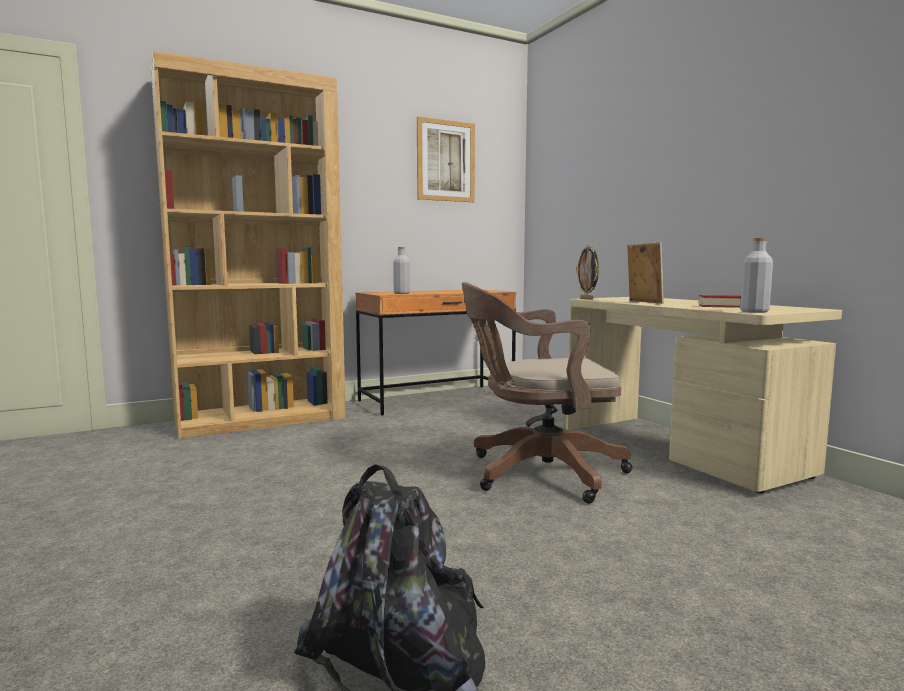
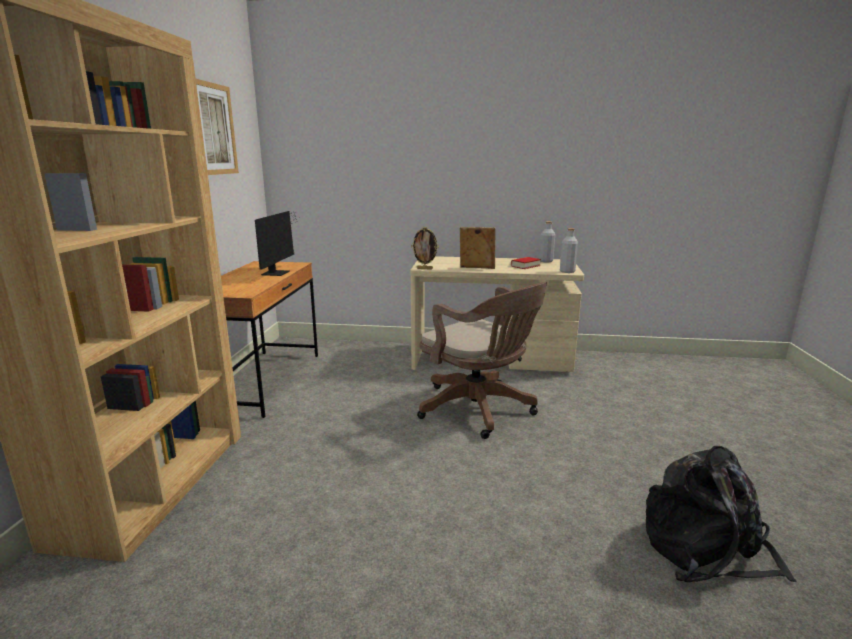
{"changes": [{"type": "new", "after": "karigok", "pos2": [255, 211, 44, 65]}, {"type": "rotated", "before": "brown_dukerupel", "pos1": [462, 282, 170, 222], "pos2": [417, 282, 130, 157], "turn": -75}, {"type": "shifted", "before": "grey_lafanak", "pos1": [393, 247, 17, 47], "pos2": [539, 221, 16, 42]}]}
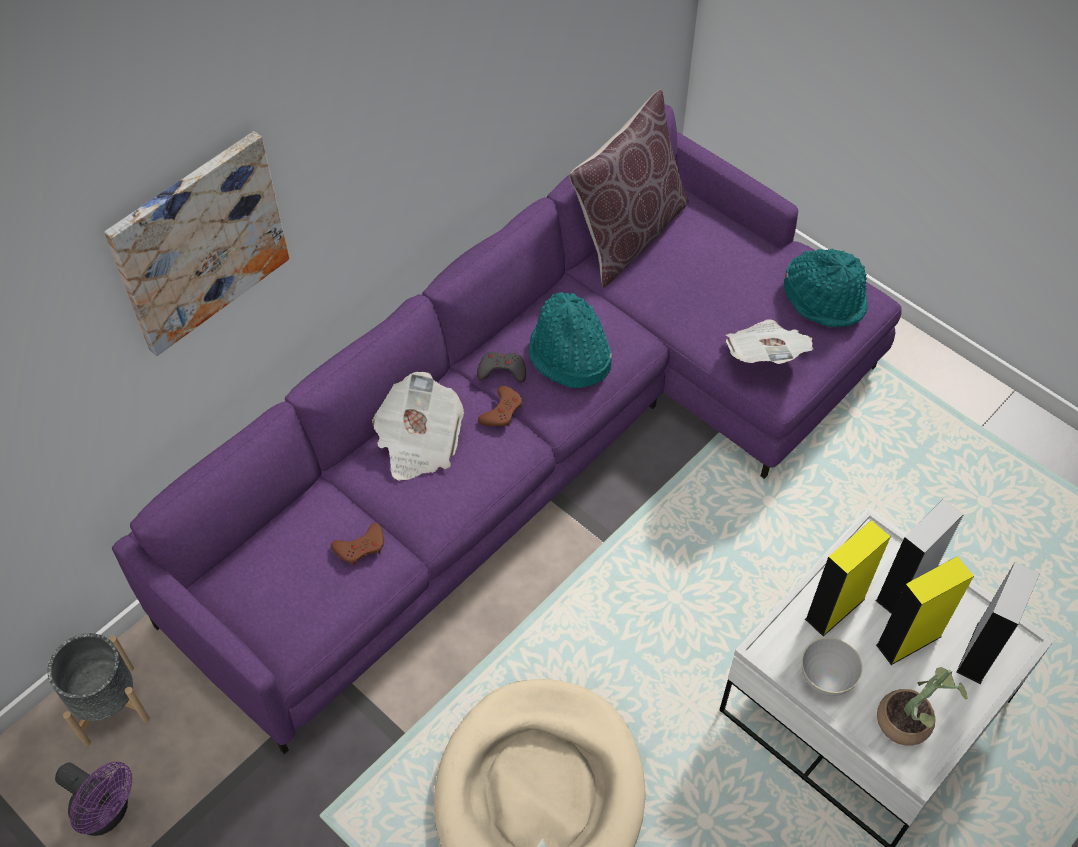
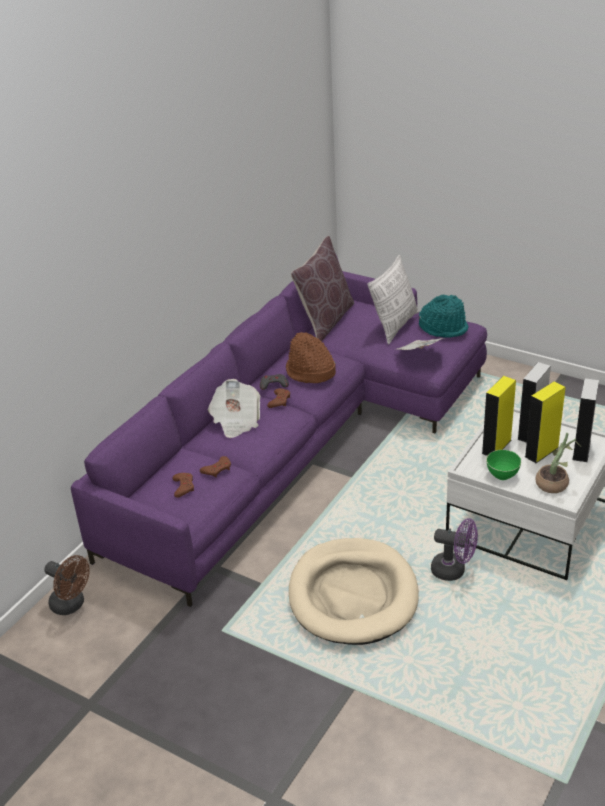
{"changes": [{"type": "swapped", "before": "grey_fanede", "after": "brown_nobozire", "pos1": [47, 633, 103, 113], "pos2": [44, 555, 46, 60]}, {"type": "new", "after": "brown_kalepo", "pos2": [173, 473, 21, 25]}, {"type": "repainted", "before": "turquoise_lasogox", "after": "brown_lasogox", "pos1": [529, 292, 83, 96], "pos2": [286, 332, 50, 51]}, {"type": "new", "after": "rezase", "pos2": [367, 255, 52, 90]}, {"type": "shifted", "before": "purple_nobozire", "pos1": [55, 761, 77, 75], "pos2": [431, 518, 47, 63]}, {"type": "repainted", "before": "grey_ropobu", "after": "green_ropobu", "pos1": [802, 637, 60, 59], "pos2": [486, 450, 35, 30]}, {"type": "gone", "before": "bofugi", "pos1": [104, 131, 185, 225]}]}
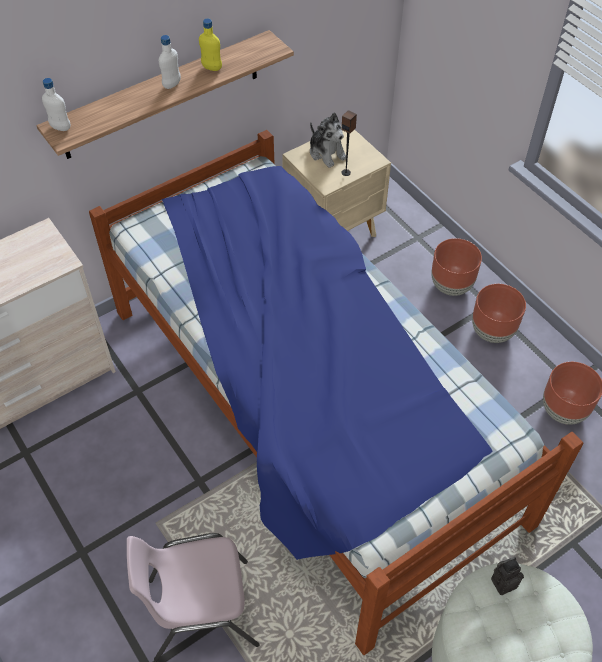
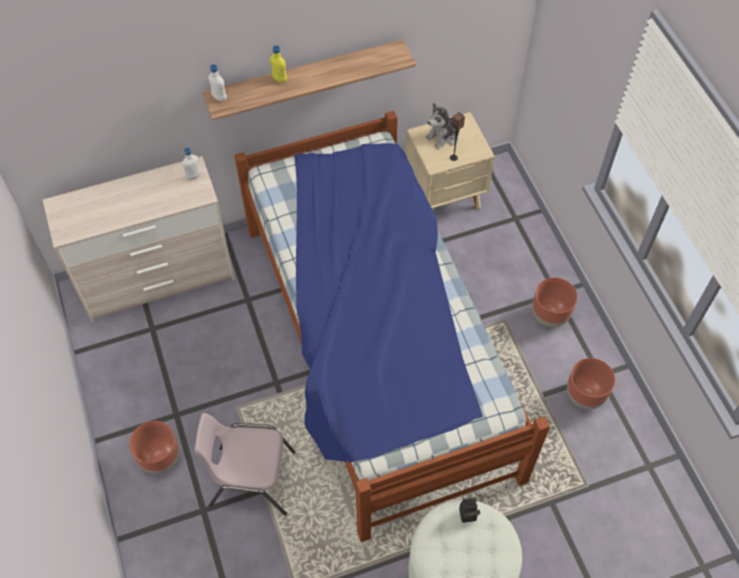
{"changes": [{"type": "shifted", "before": "brown_fanede", "pos1": [431, 238, 51, 58], "pos2": [129, 421, 50, 53]}, {"type": "shifted", "before": "white_lafanak", "pos1": [159, 35, 22, 54], "pos2": [182, 148, 19, 32]}, {"type": "shifted", "before": "yellow_lafanak", "pos1": [199, 18, 23, 53], "pos2": [270, 45, 17, 38]}, {"type": "rotated", "before": "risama", "pos1": [310, 112, 36, 56], "pos2": [425, 103, 38, 47], "turn": 75}]}
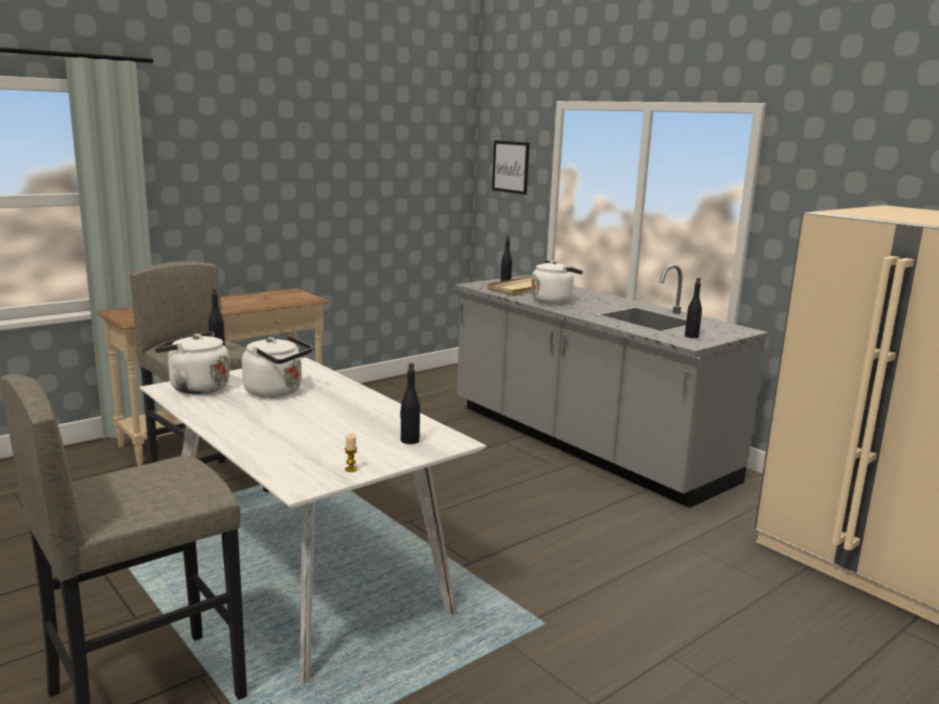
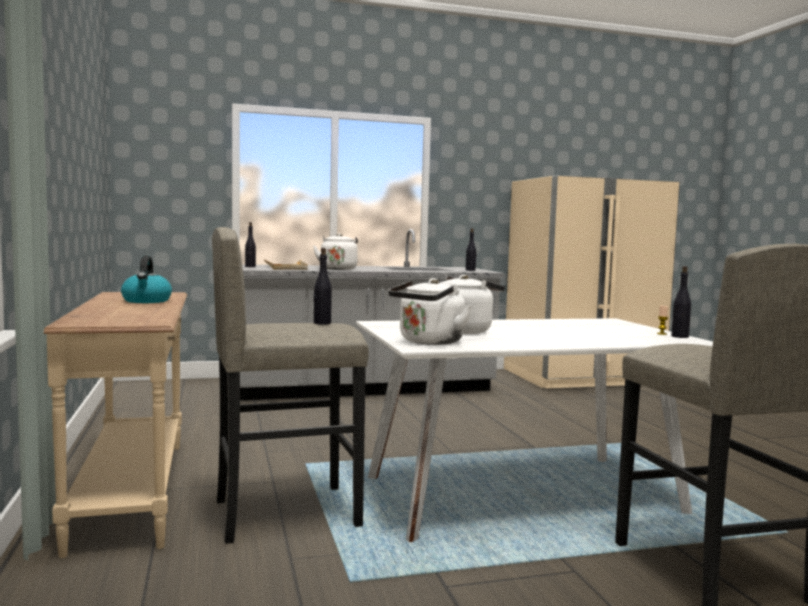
{"changes": [{"type": "new", "after": "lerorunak", "pos2": [121, 256, 51, 47]}, {"type": "shifted", "before": "black_lafanak", "pos1": [400, 363, 20, 81], "pos2": [671, 266, 20, 72]}, {"type": "gone", "before": "bofugi", "pos1": [492, 140, 38, 55]}]}
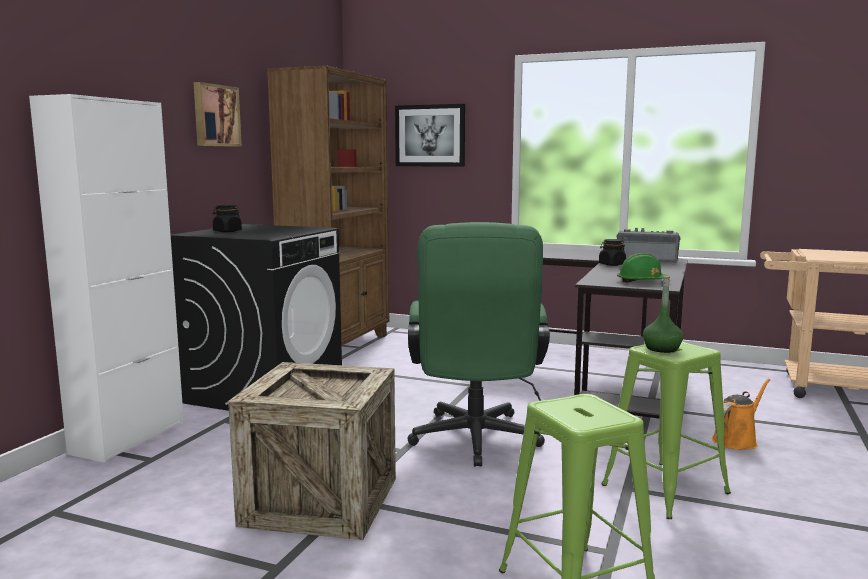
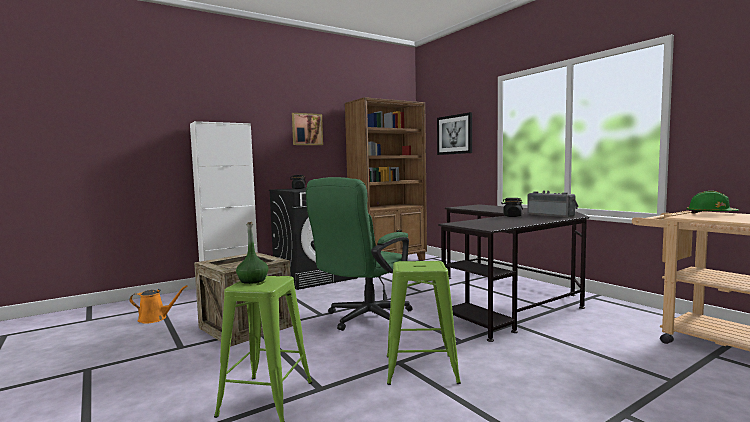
{"changes": [{"type": "shifted", "before": "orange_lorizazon", "pos1": [712, 379, 58, 71], "pos2": [129, 285, 58, 39]}, {"type": "shifted", "before": "green_lafanak", "pos1": [643, 276, 40, 77], "pos2": [236, 222, 32, 62]}, {"type": "shifted", "before": "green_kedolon", "pos1": [617, 253, 52, 30], "pos2": [687, 191, 52, 23]}]}
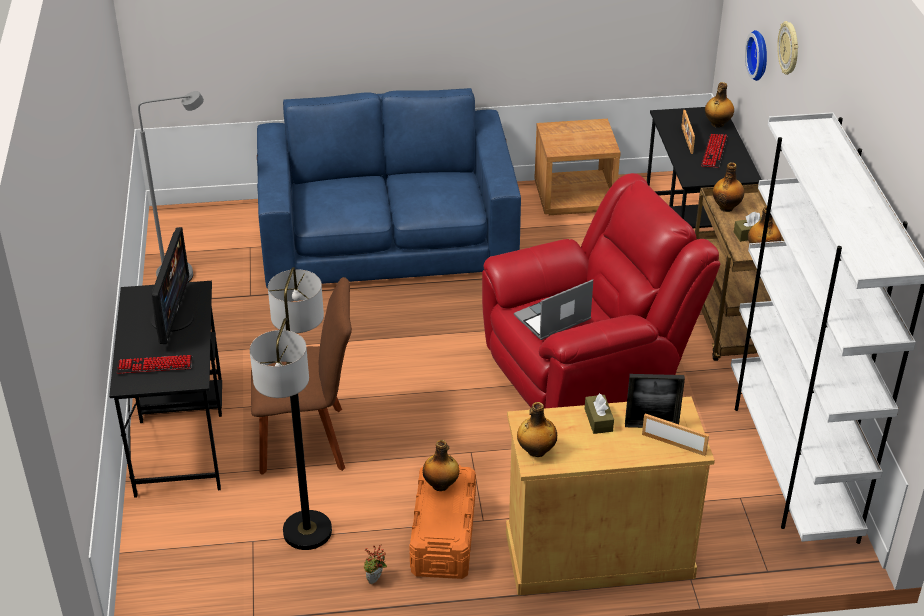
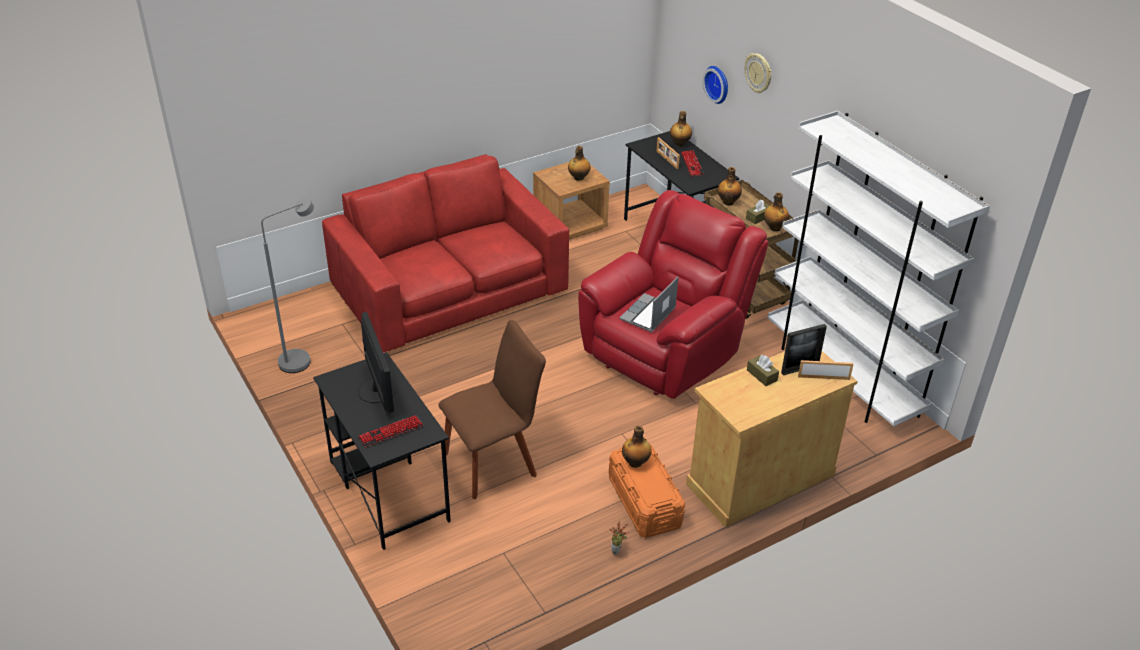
{"changes": [{"type": "repainted", "before": "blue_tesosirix", "after": "red_tesosirix", "pos1": [257, 88, 264, 200], "pos2": [322, 154, 247, 199]}, {"type": "shifted", "before": "lafanak", "pos1": [517, 402, 40, 55], "pos2": [568, 146, 23, 35]}, {"type": "gone", "before": "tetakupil", "pos1": [250, 267, 82, 283]}]}
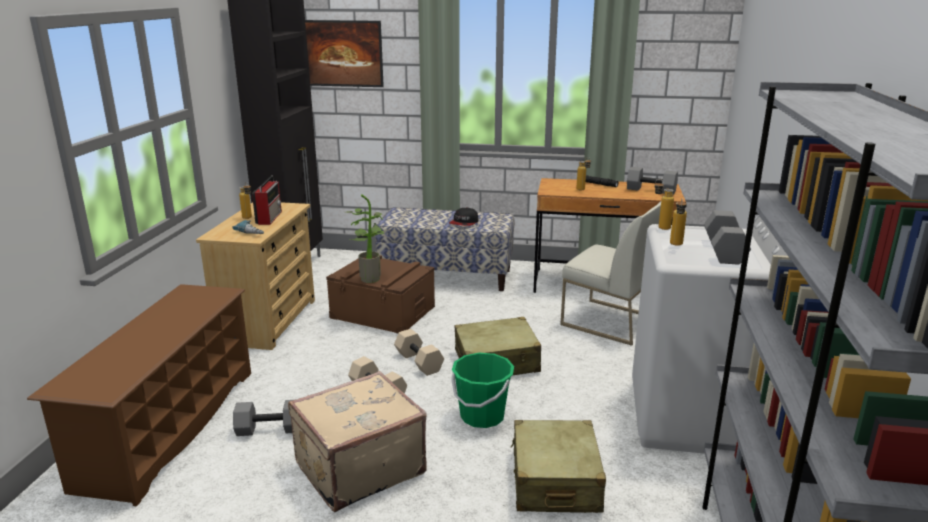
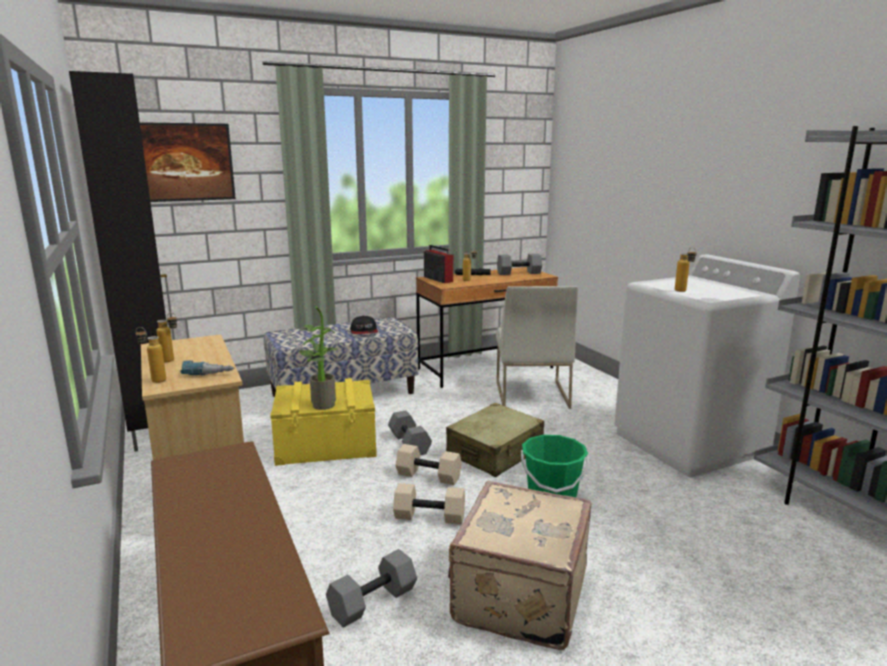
{"changes": [{"type": "shifted", "before": "lafanak", "pos1": [655, 179, 19, 51], "pos2": [136, 327, 30, 56]}, {"type": "repainted", "before": "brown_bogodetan", "after": "yellow_bogodetan", "pos1": [326, 255, 109, 78], "pos2": [270, 378, 107, 88]}, {"type": "shifted", "before": "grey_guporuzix", "pos1": [704, 210, 47, 55], "pos2": [388, 410, 44, 45]}, {"type": "shifted", "before": "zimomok", "pos1": [252, 176, 30, 49], "pos2": [424, 245, 29, 38]}, {"type": "rotated", "before": "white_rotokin", "pos1": [560, 201, 101, 145], "pos2": [496, 286, 82, 123], "turn": 90}, {"type": "gone", "before": "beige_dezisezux", "pos1": [511, 420, 95, 93]}]}
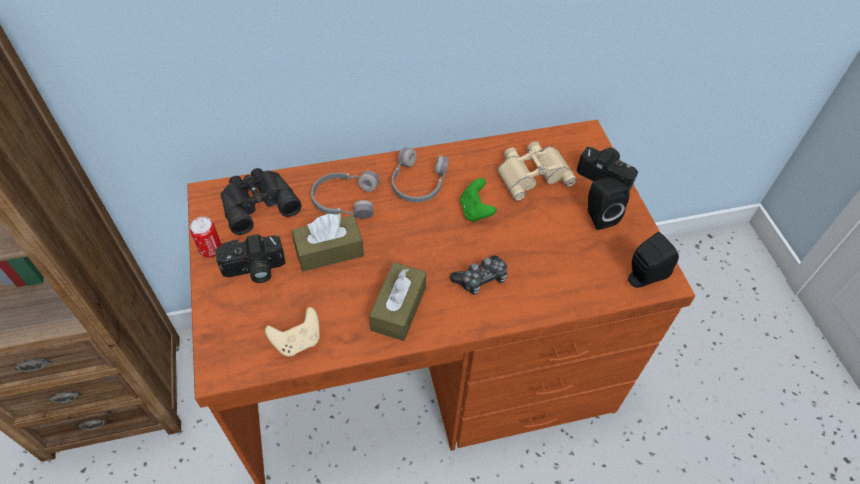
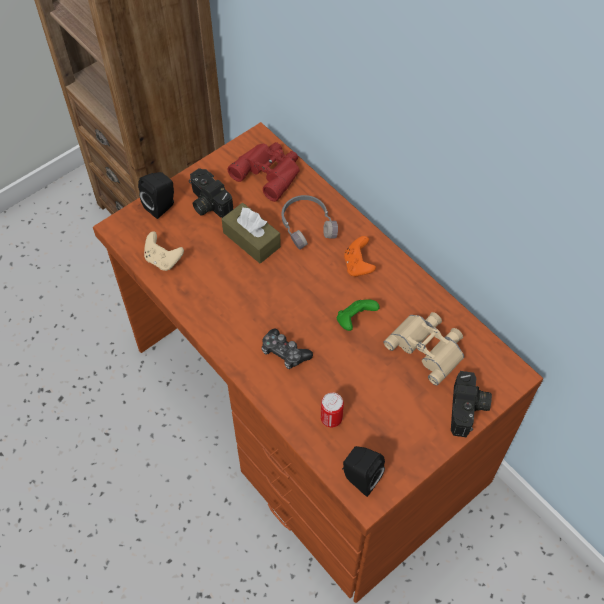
{"changes": [{"type": "shifted", "before": "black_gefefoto", "pos1": [587, 177, 43, 53], "pos2": [138, 172, 36, 47]}, {"type": "repainted", "before": "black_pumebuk", "after": "red_pumebuk", "pos1": [221, 168, 81, 67], "pos2": [228, 142, 72, 60]}, {"type": "shifted", "before": "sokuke", "pos1": [190, 217, 32, 40], "pos2": [321, 392, 23, 35]}, {"type": "swapped", "before": "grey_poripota", "after": "orange_kalepo", "pos1": [392, 147, 57, 55], "pos2": [344, 236, 32, 41]}, {"type": "gone", "before": "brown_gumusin", "pos1": [369, 262, 58, 79]}]}
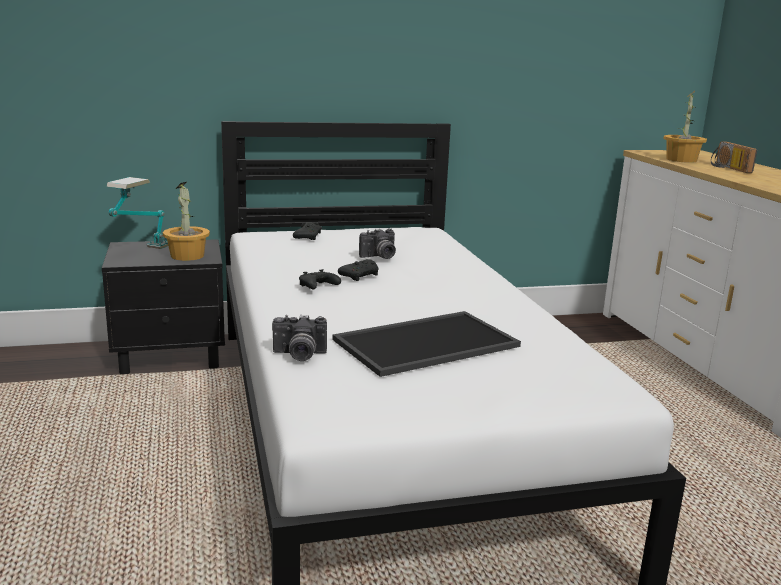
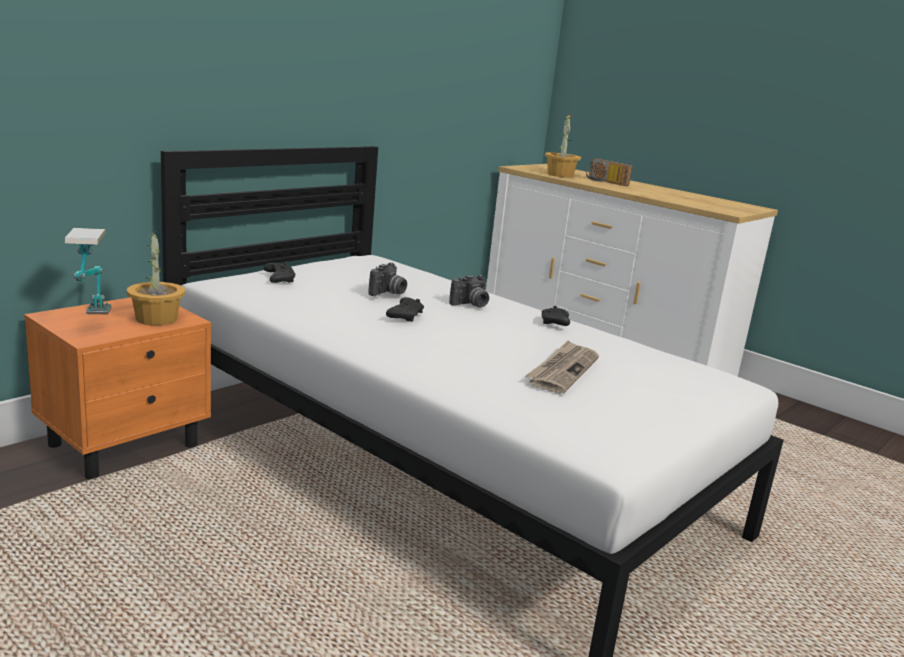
{"changes": [{"type": "repainted", "before": "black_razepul", "after": "orange_razepul", "pos1": [102, 239, 123, 135], "pos2": [24, 298, 187, 181]}, {"type": "shifted", "before": "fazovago", "pos1": [272, 315, 55, 46], "pos2": [449, 275, 40, 32]}, {"type": "swapped", "before": "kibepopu", "after": "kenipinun", "pos1": [332, 311, 189, 66], "pos2": [525, 340, 74, 54]}, {"type": "shifted", "before": "black_kalepo", "pos1": [299, 269, 42, 20], "pos2": [542, 306, 28, 20]}]}
